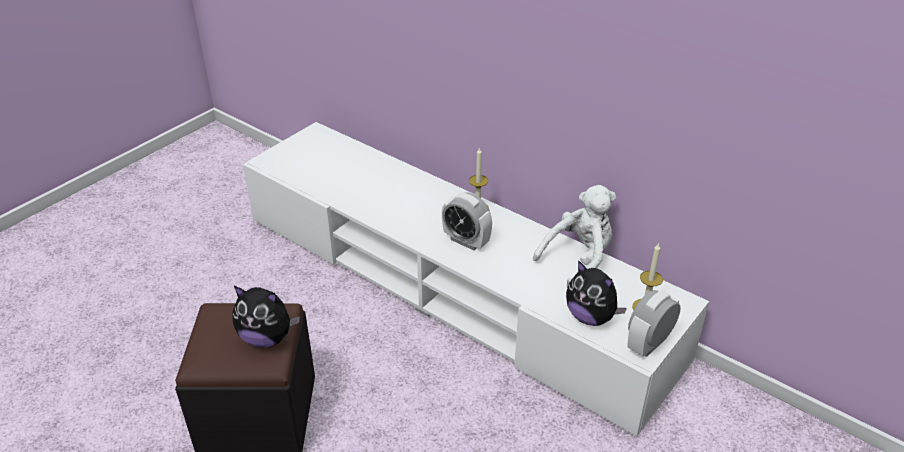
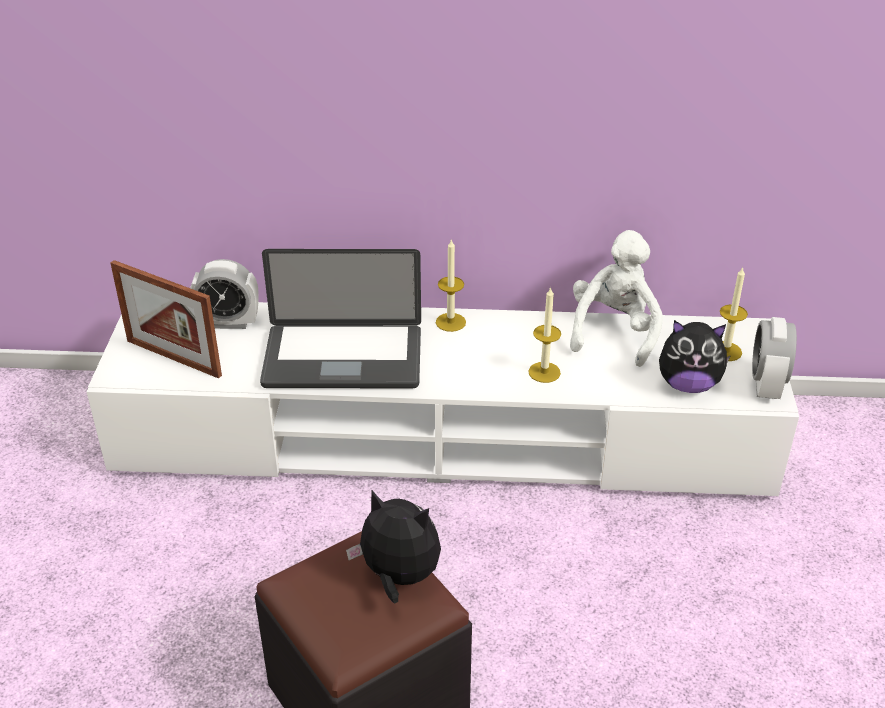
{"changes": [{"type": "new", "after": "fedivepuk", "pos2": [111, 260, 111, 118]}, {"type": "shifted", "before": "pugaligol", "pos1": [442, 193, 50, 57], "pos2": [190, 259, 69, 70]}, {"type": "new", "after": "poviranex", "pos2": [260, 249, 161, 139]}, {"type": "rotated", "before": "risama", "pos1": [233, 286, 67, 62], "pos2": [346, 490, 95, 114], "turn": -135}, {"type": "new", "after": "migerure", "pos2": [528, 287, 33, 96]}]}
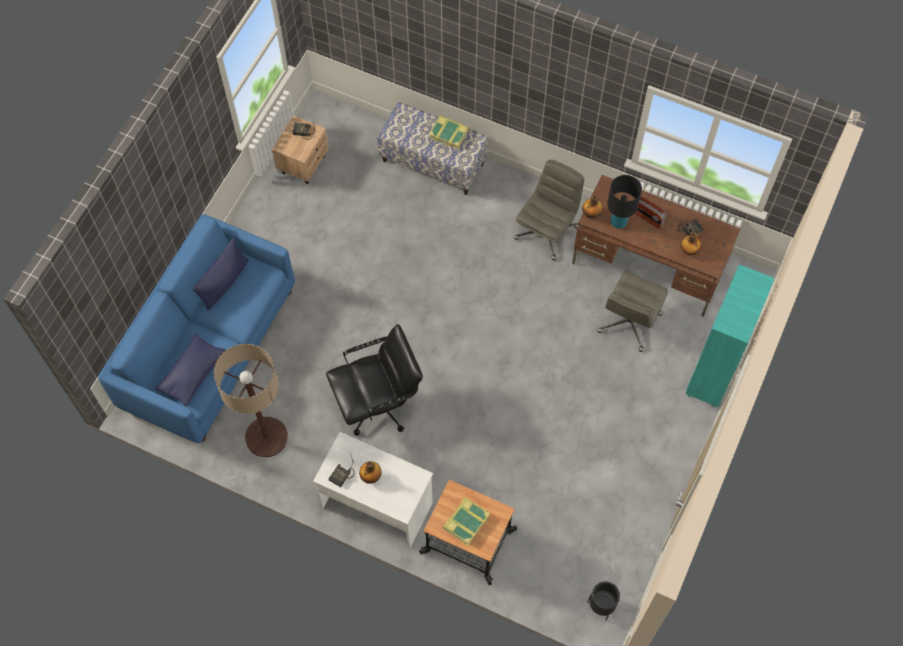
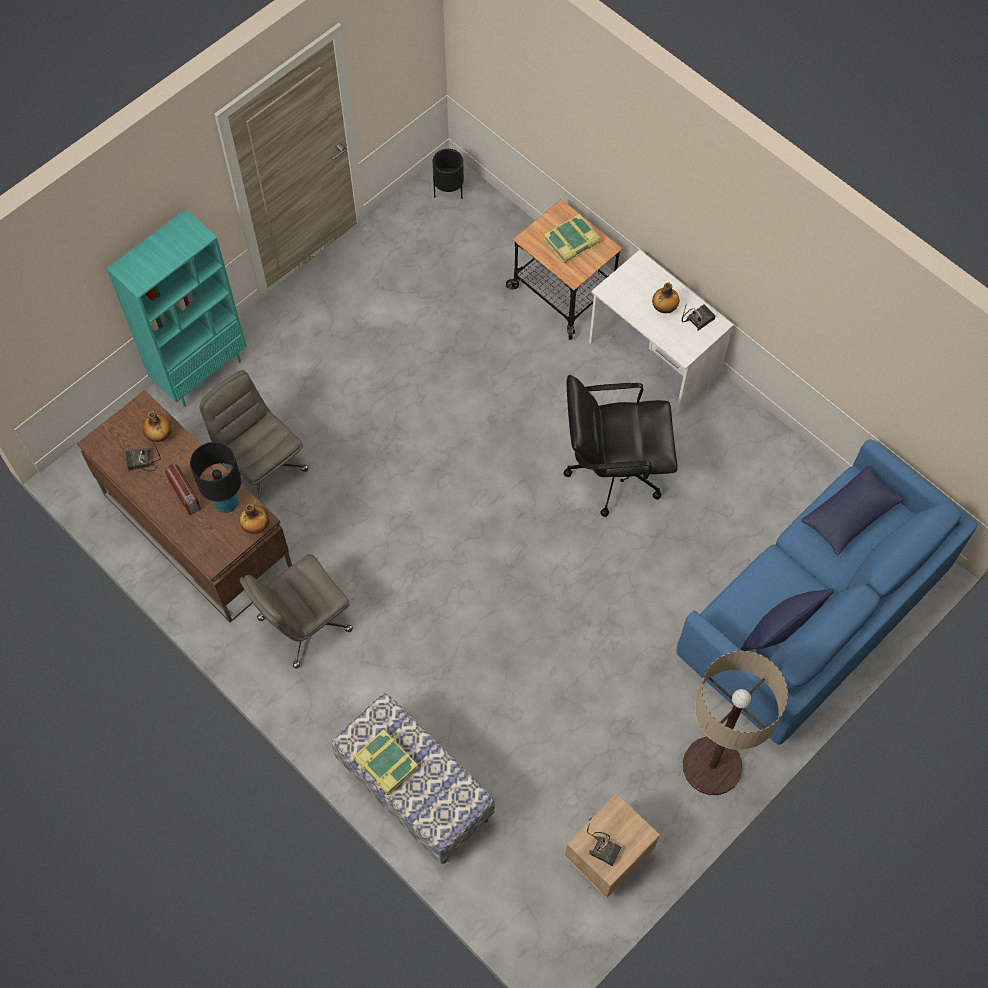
{"changes": [{"type": "rotated", "before": "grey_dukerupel", "pos1": [597, 271, 71, 81], "pos2": [200, 370, 108, 131], "turn": -90}, {"type": "shifted", "before": "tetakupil", "pos1": [214, 344, 74, 113], "pos2": [683, 651, 105, 144]}]}
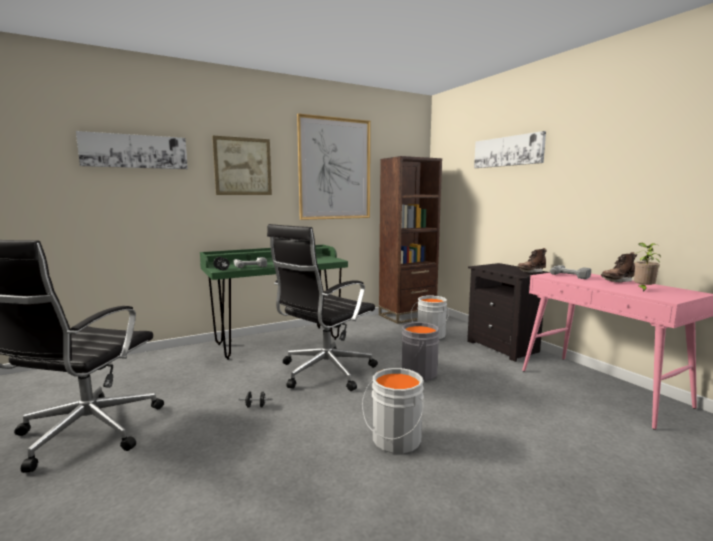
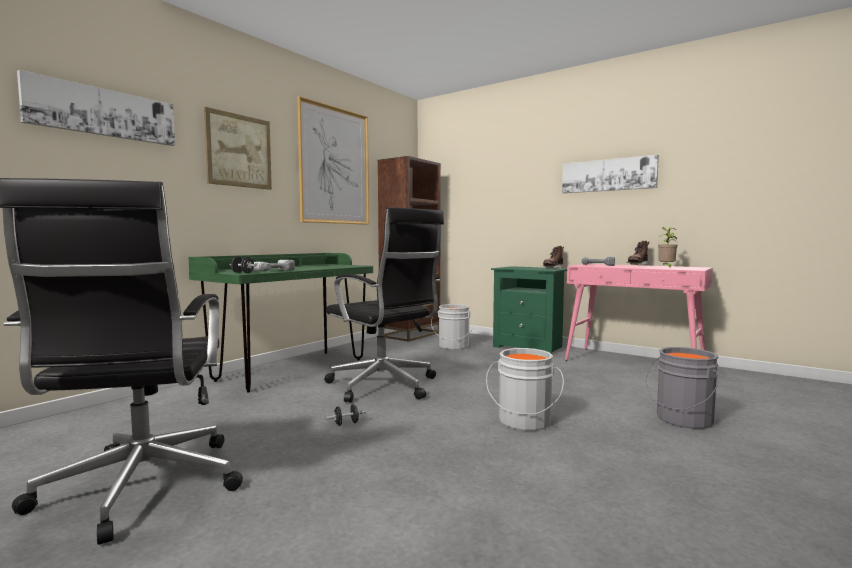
{"changes": [{"type": "rotated", "before": "black_dukerupel", "pos1": [267, 224, 111, 167], "pos2": [324, 207, 120, 196], "turn": -60}, {"type": "repainted", "before": "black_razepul", "after": "green_razepul", "pos1": [467, 263, 83, 99], "pos2": [491, 266, 76, 88]}, {"type": "shifted", "before": "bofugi", "pos1": [474, 131, 72, 37], "pos2": [562, 155, 97, 38]}, {"type": "shifted", "before": "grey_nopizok", "pos1": [399, 322, 41, 59], "pos2": [646, 347, 73, 82]}]}
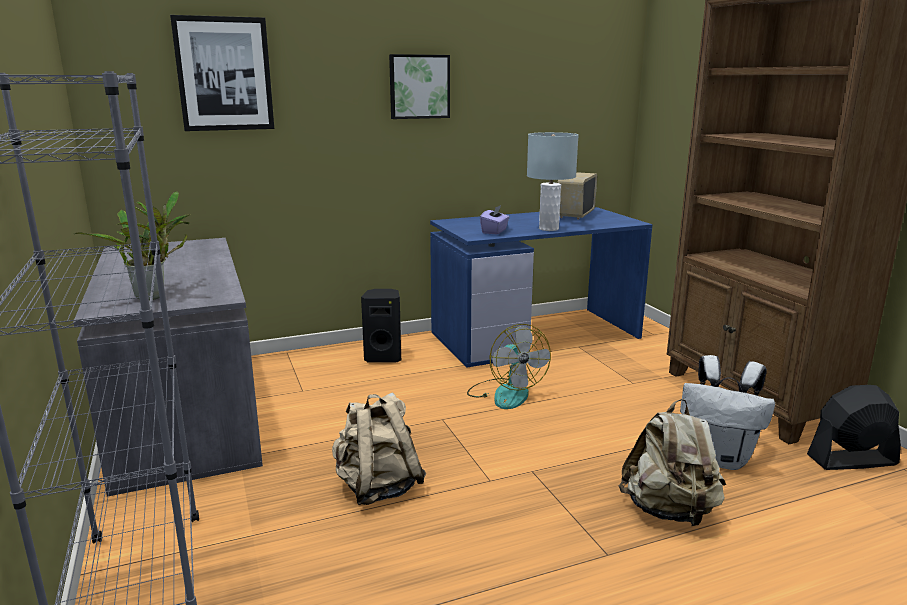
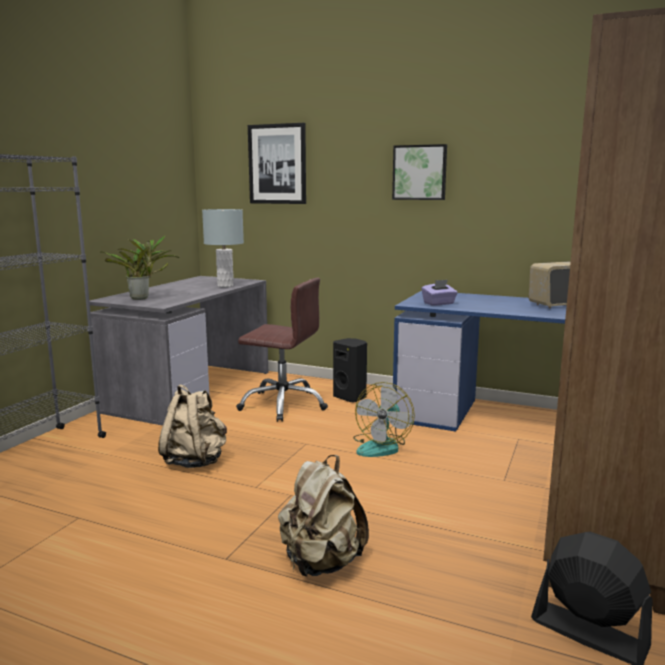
{"changes": [{"type": "shifted", "before": "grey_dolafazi", "pos1": [527, 132, 51, 99], "pos2": [202, 209, 42, 78]}, {"type": "new", "after": "brown_dukerupel", "pos2": [236, 278, 92, 144]}, {"type": "gone", "before": "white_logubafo", "pos1": [680, 355, 95, 115]}]}
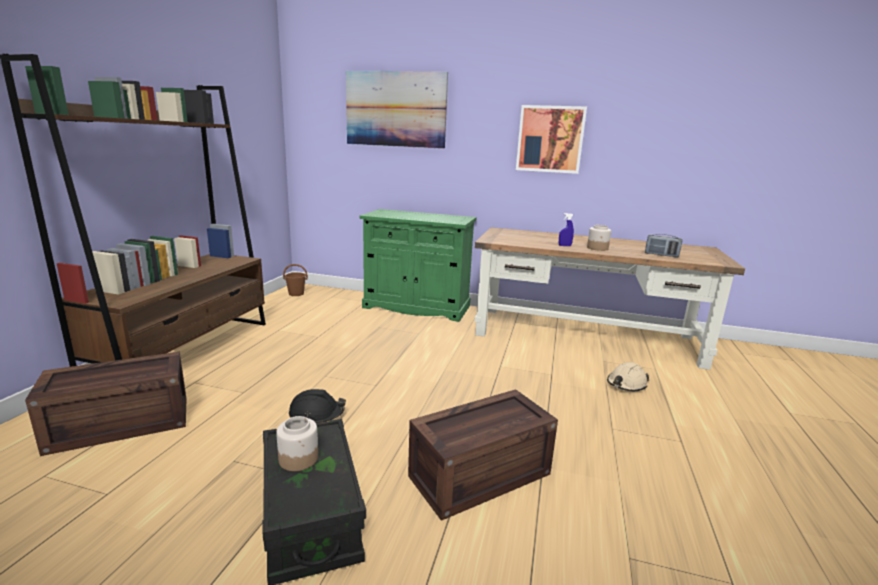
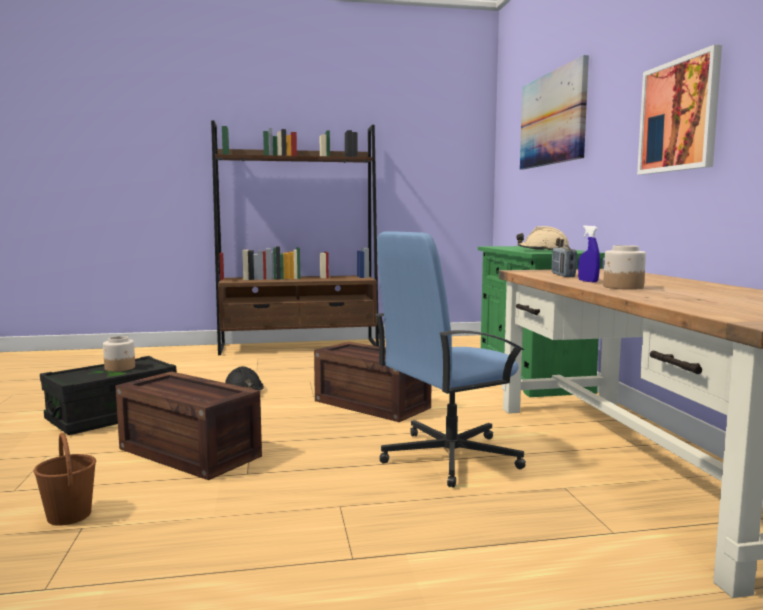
{"changes": [{"type": "shifted", "before": "brown_nopizok", "pos1": [283, 264, 25, 32], "pos2": [34, 433, 62, 93]}, {"type": "shifted", "before": "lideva", "pos1": [25, 352, 161, 104], "pos2": [314, 342, 117, 80]}, {"type": "new", "after": "blue_dukerupel", "pos2": [376, 231, 150, 257]}, {"type": "shifted", "before": "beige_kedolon", "pos1": [607, 362, 42, 29], "pos2": [516, 226, 53, 25]}, {"type": "shifted", "before": "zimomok", "pos1": [645, 234, 38, 23], "pos2": [552, 245, 25, 32]}]}
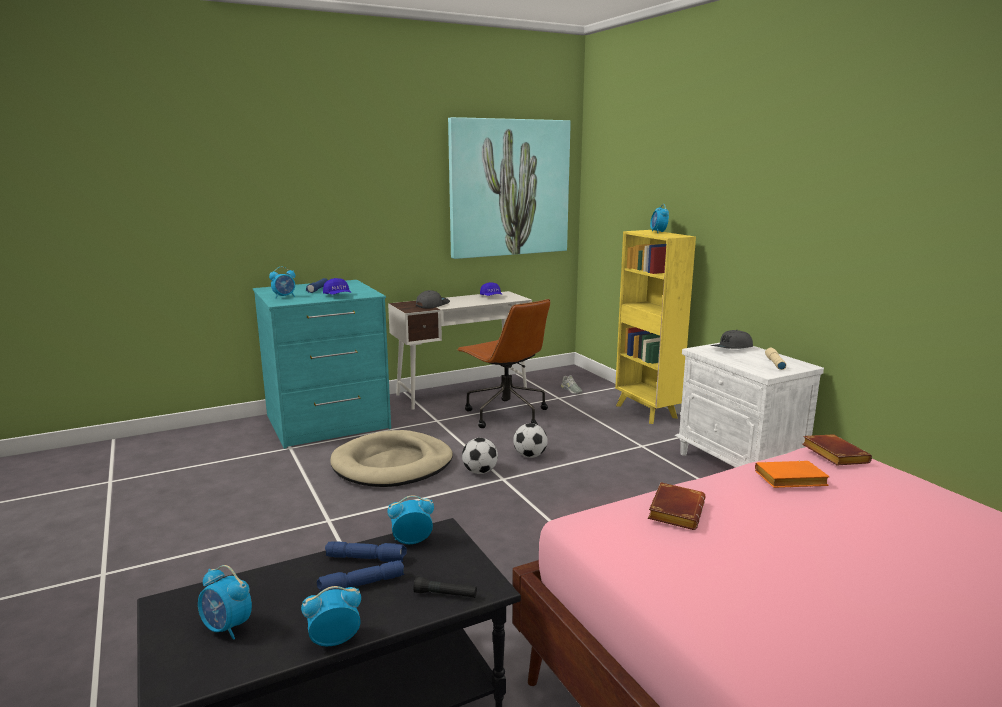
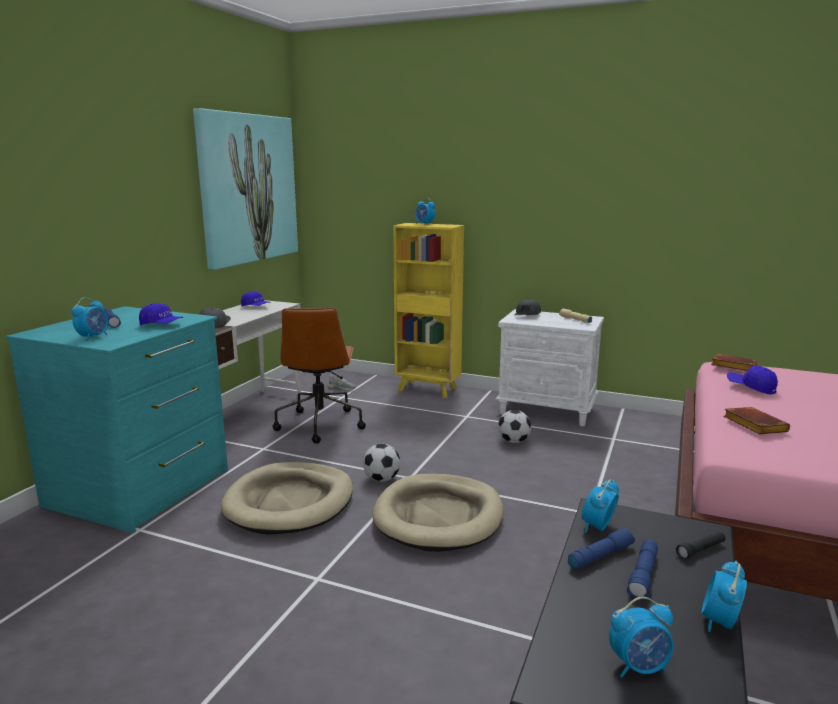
{"changes": [{"type": "rotated", "before": "brown_dukerupel", "pos1": [457, 299, 93, 129], "pos2": [273, 308, 93, 136], "turn": 75}, {"type": "new", "after": "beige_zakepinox", "pos2": [373, 474, 130, 78]}, {"type": "shifted", "before": "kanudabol", "pos1": [513, 423, 35, 35], "pos2": [498, 410, 33, 33]}, {"type": "swapped", "before": "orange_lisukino", "after": "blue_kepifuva", "pos1": [755, 461, 75, 27], "pos2": [727, 366, 51, 29]}]}
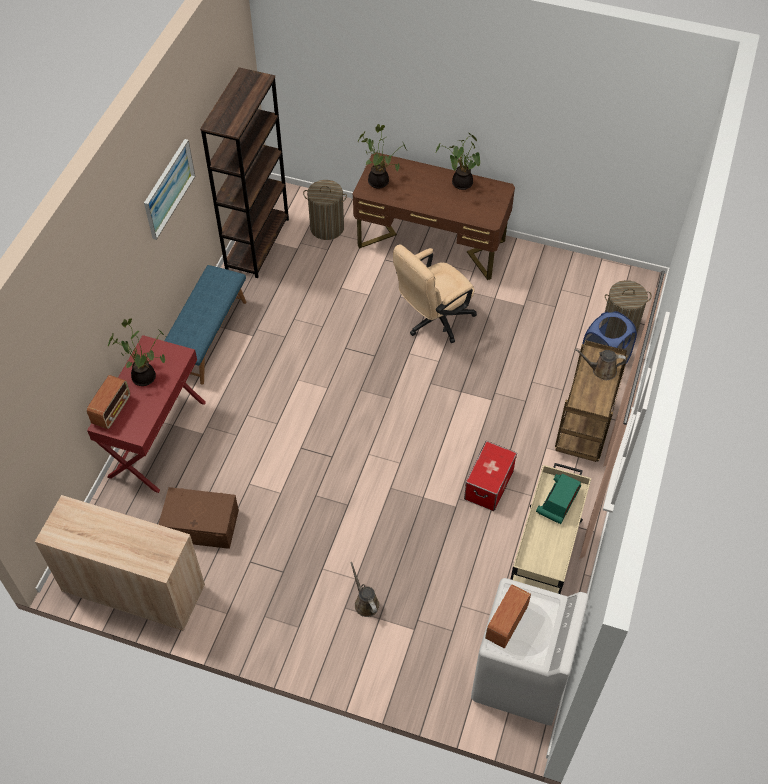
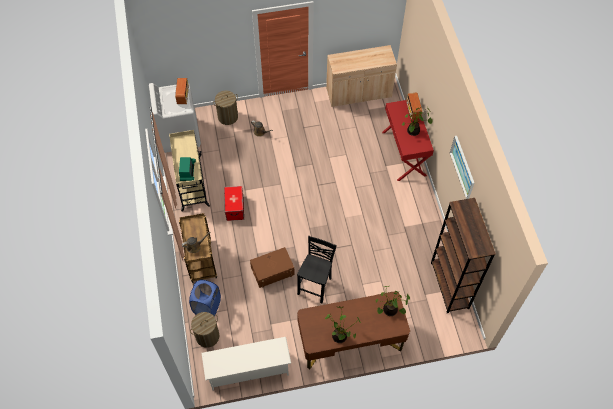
{"changes": [{"type": "new", "after": "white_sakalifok", "pos2": [202, 337, 89, 53]}, {"type": "shifted", "before": "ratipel", "pos1": [303, 180, 44, 60], "pos2": [213, 91, 25, 34]}, {"type": "shifted", "before": "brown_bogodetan", "pos1": [158, 487, 81, 62], "pos2": [250, 247, 45, 41]}, {"type": "swapped", "before": "beige_dukerupel", "after": "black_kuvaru", "pos1": [393, 245, 84, 98], "pos2": [297, 236, 40, 67]}, {"type": "gone", "before": "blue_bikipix", "pos1": [164, 265, 83, 120]}]}
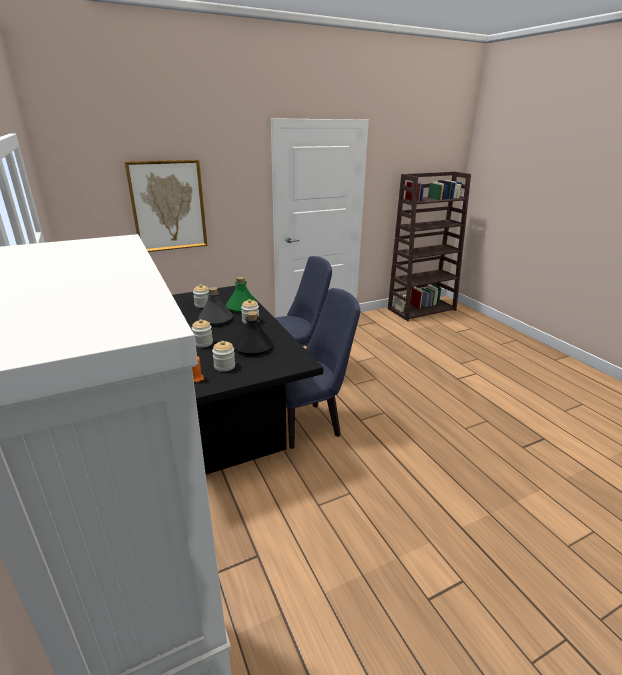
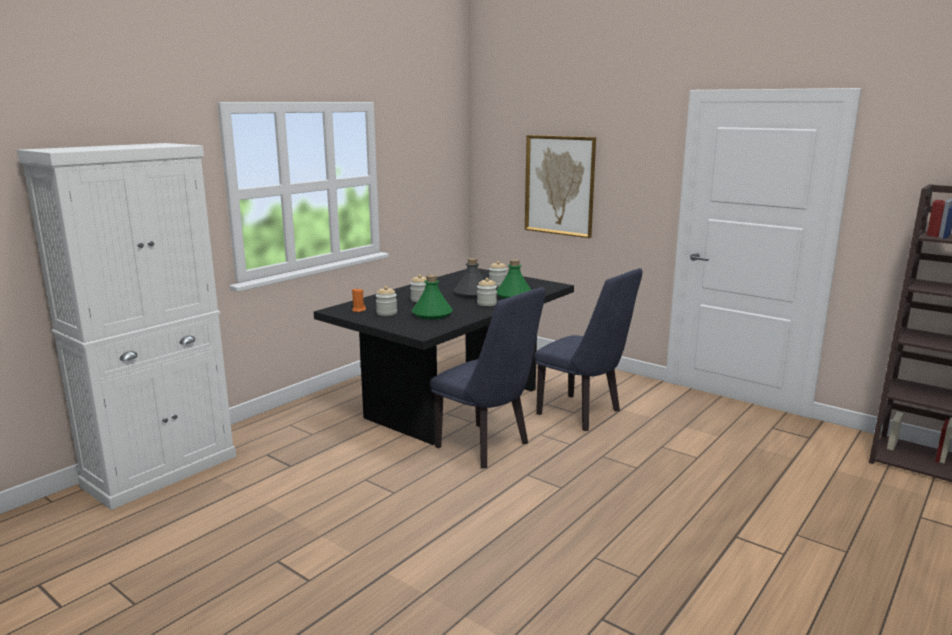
{"changes": [{"type": "repainted", "before": "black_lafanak", "after": "green_lafanak", "pos1": [234, 311, 39, 44], "pos2": [412, 274, 41, 45]}]}
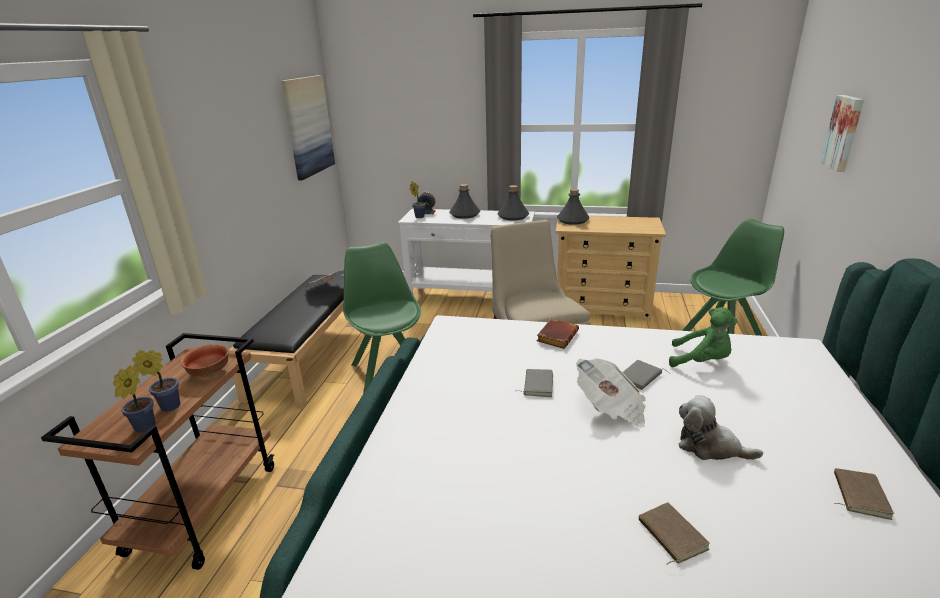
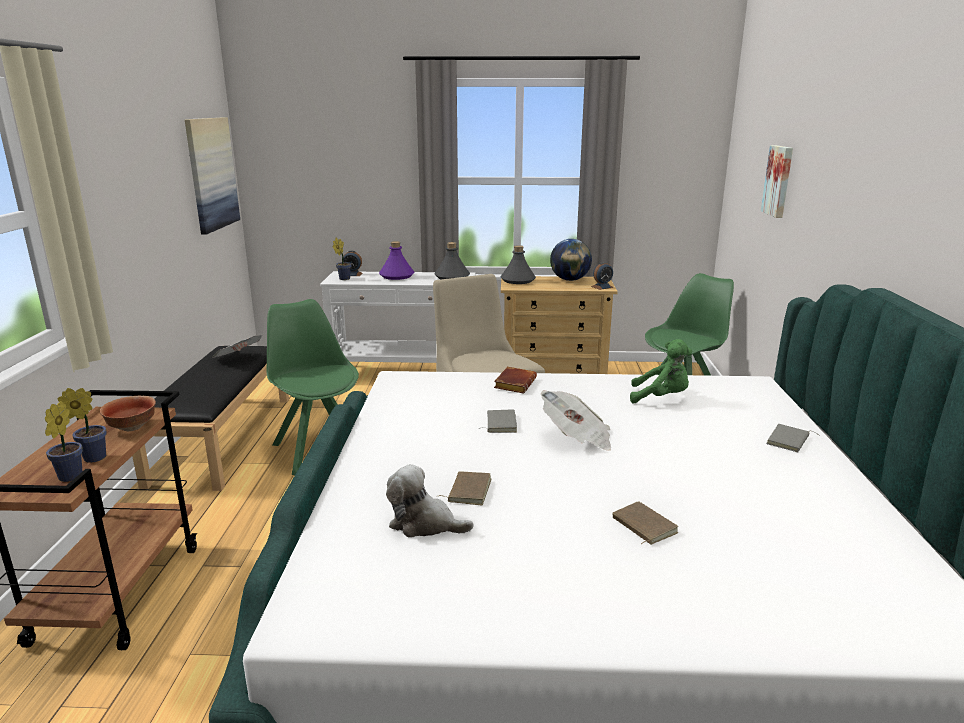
{"changes": [{"type": "repainted", "before": "grey_lafanak", "after": "purple_lafanak", "pos1": [449, 184, 31, 35], "pos2": [379, 241, 35, 39]}, {"type": "shifted", "before": "risama", "pos1": [679, 395, 84, 65], "pos2": [386, 464, 88, 73]}, {"type": "shifted", "before": "brown_lisukino", "pos1": [834, 468, 60, 52], "pos2": [439, 471, 52, 34]}, {"type": "new", "after": "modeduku", "pos2": [550, 239, 42, 42]}, {"type": "new", "after": "pugaligol", "pos2": [591, 262, 23, 28]}, {"type": "shifted", "before": "grey_lisukino", "pos1": [623, 360, 47, 30], "pos2": [766, 424, 54, 28]}]}
